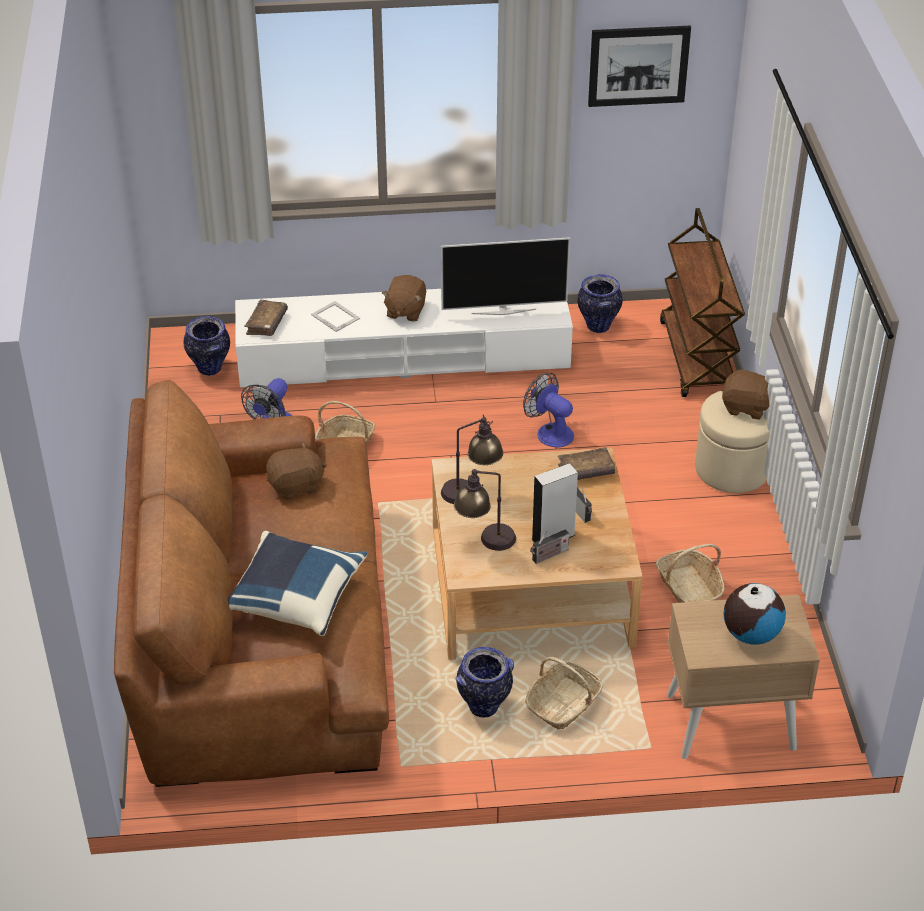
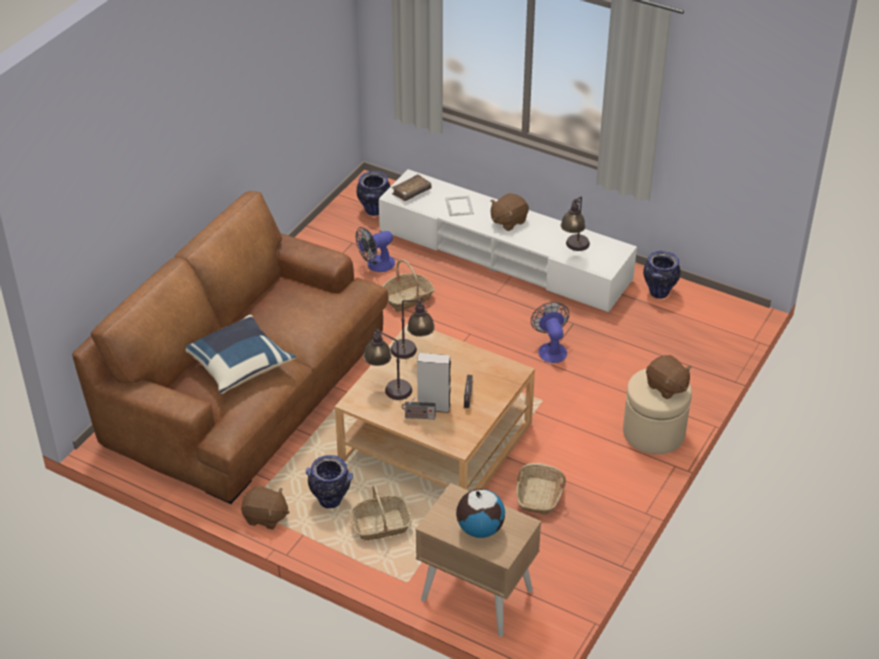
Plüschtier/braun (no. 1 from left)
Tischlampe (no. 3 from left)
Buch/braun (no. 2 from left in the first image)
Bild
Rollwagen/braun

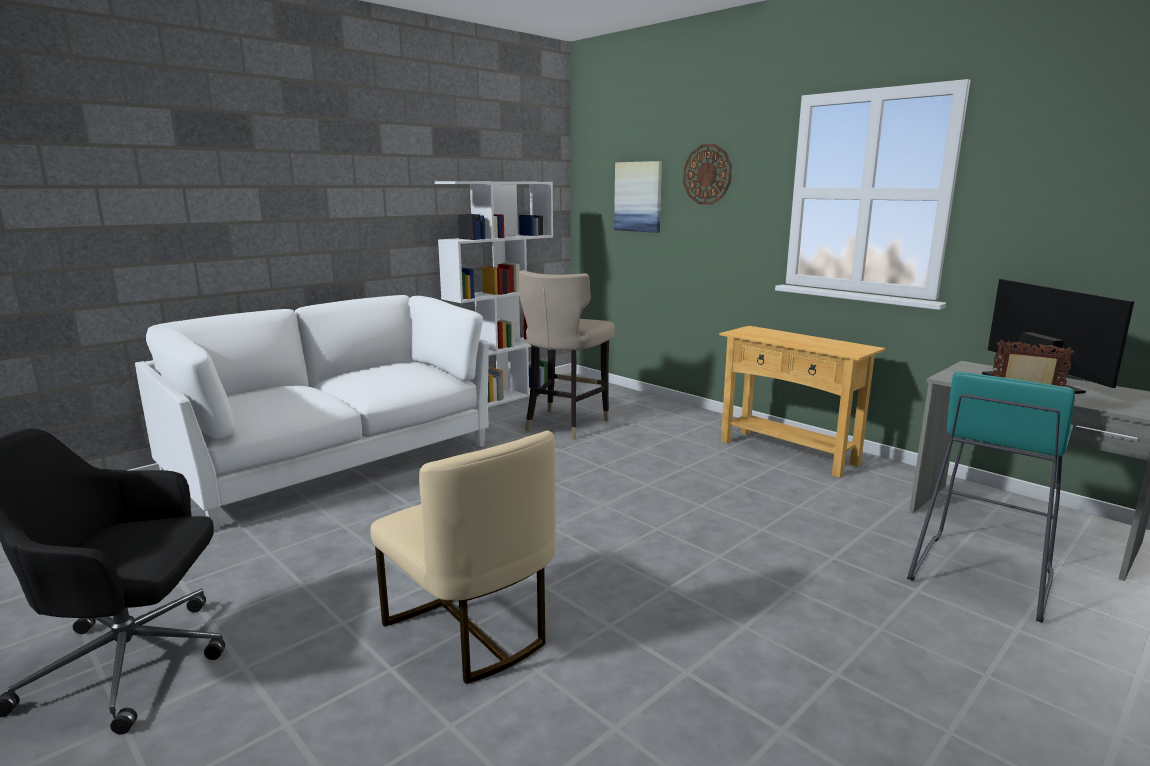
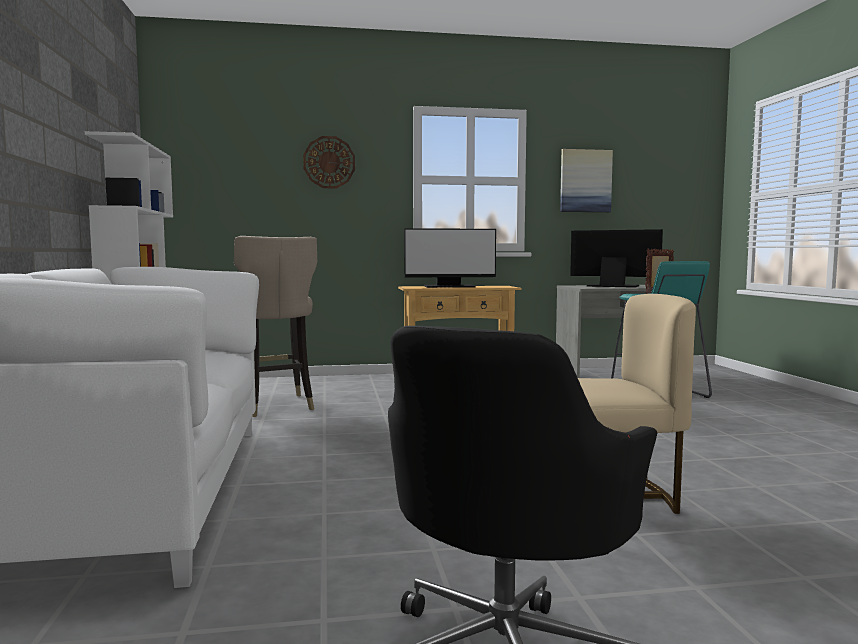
Monitor (no. 1 from left)
Bild

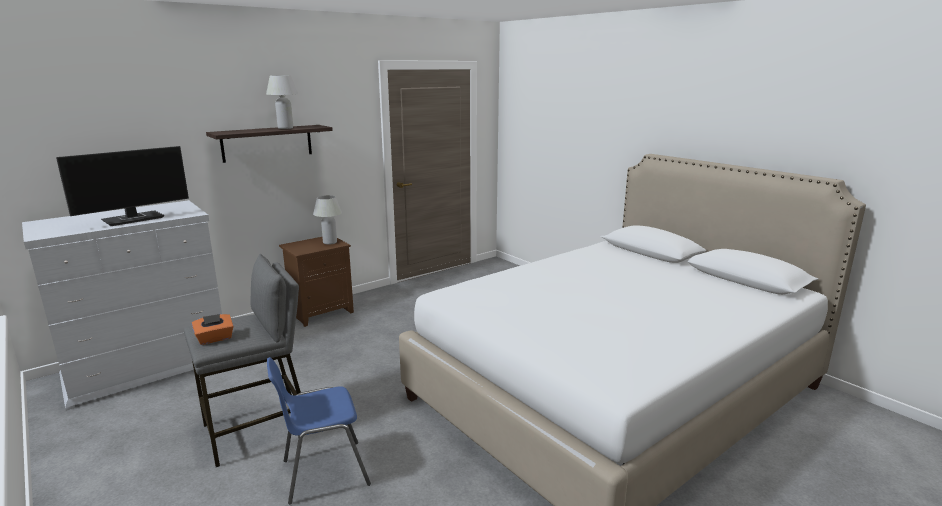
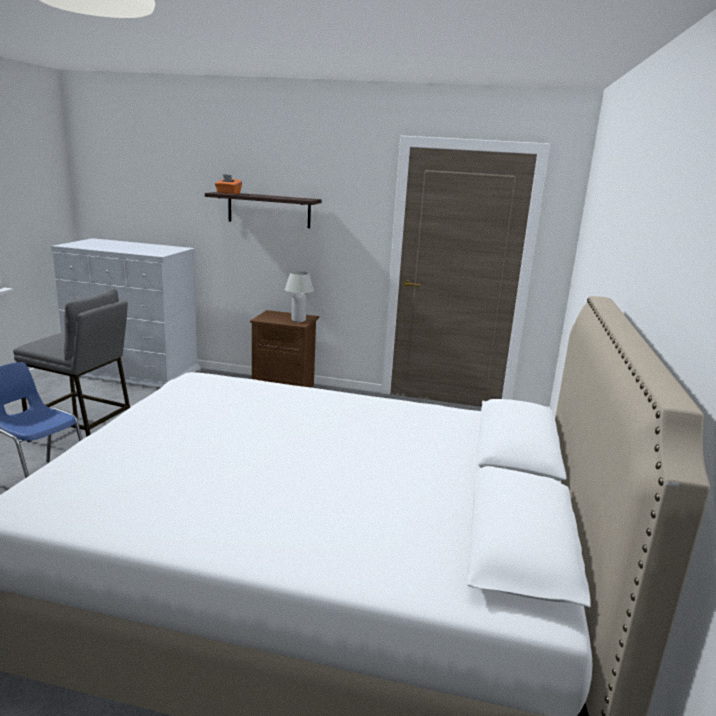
Taschentuchbox/orange
Monitor
Tischlampe/weiß (no. 1 from left in the first image)

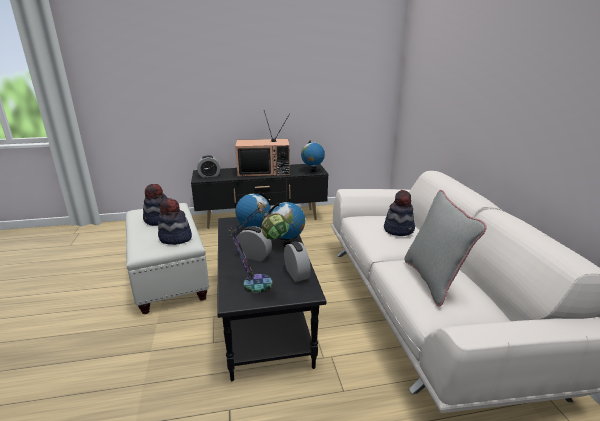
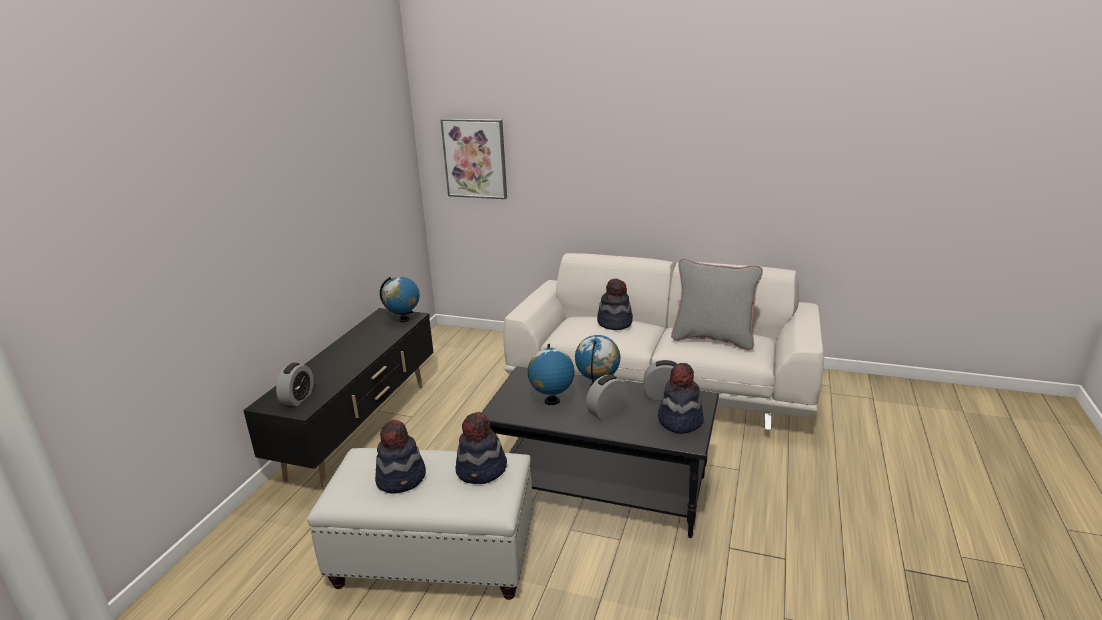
Bild
Hut (no. 4 from left)
Fernseher

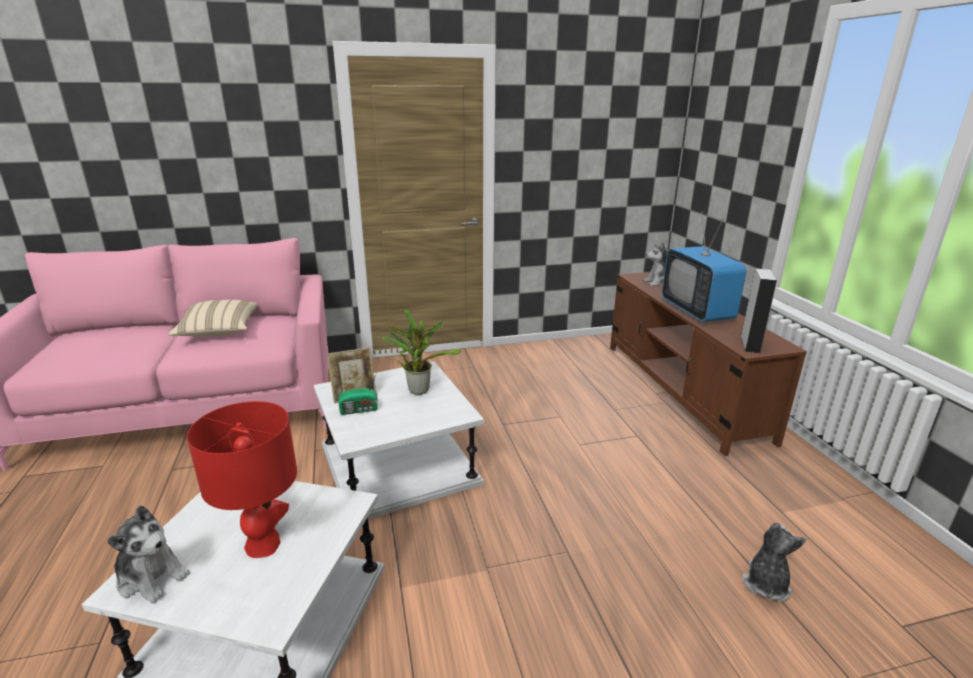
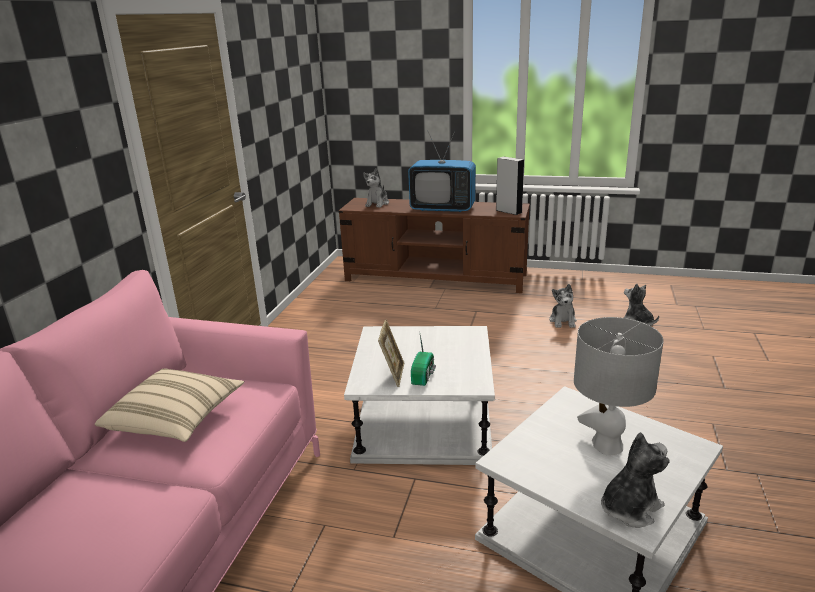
Plüschtier (no. 2 from left)
Tischlampe/grau
Topfpflanze

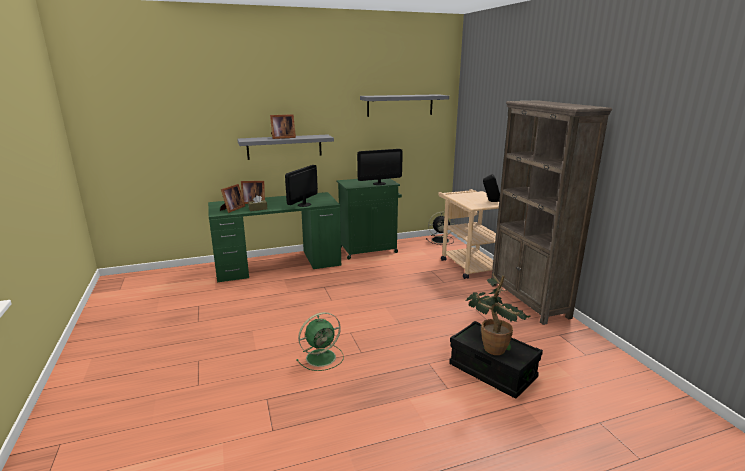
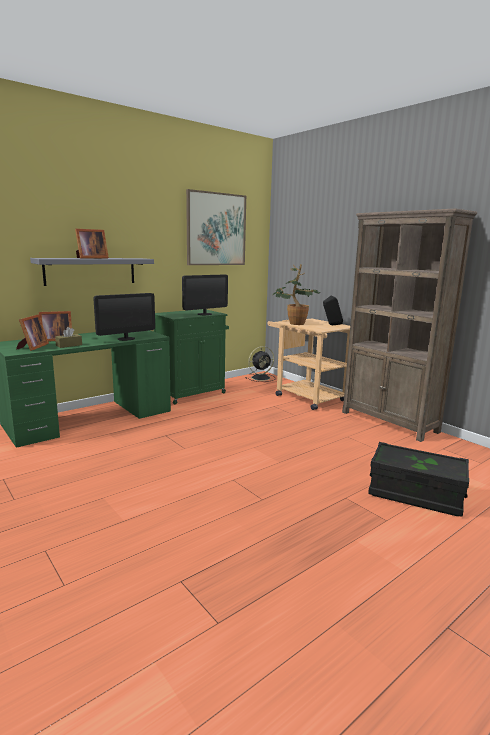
Monitor (no. 1 from left)
Bild
Topfpflanze
Ventilator/grün

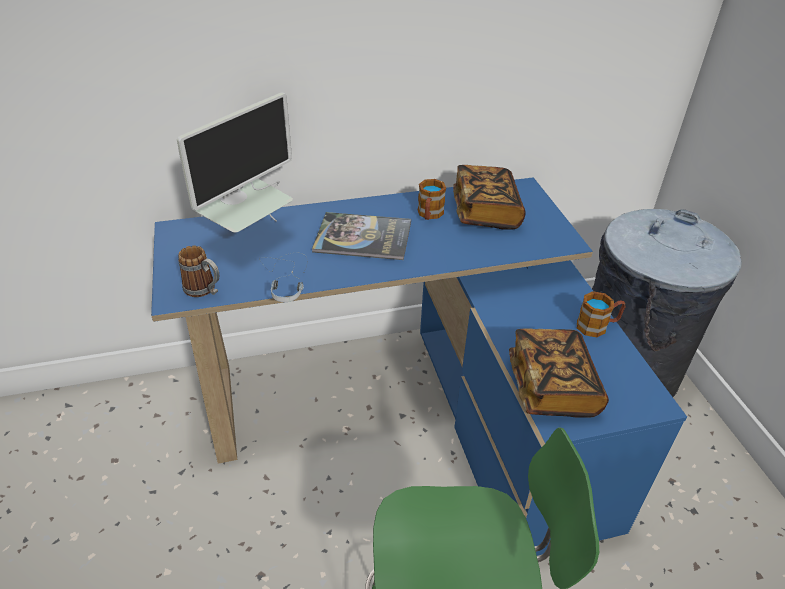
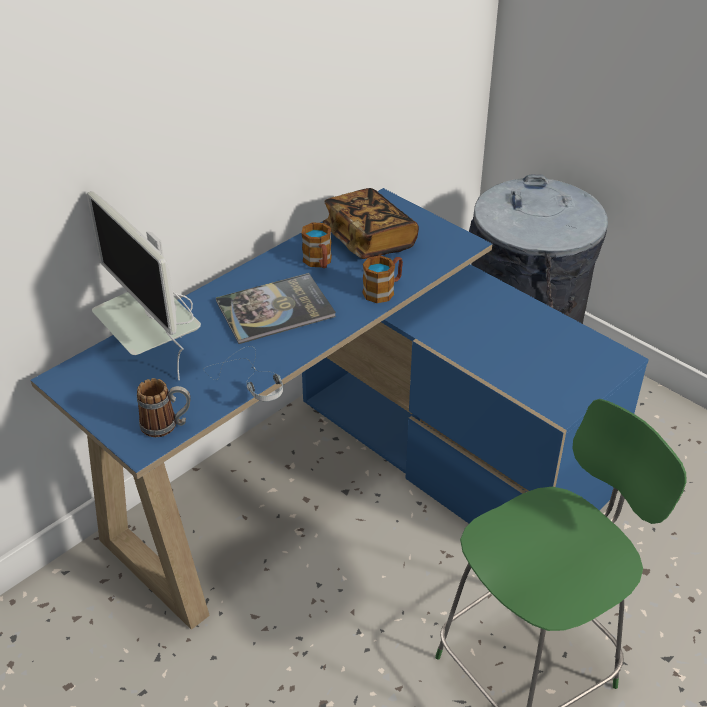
Monitor
Henkelbecher (no. 3 from left)
Buch (no. 3 from left in the first image)

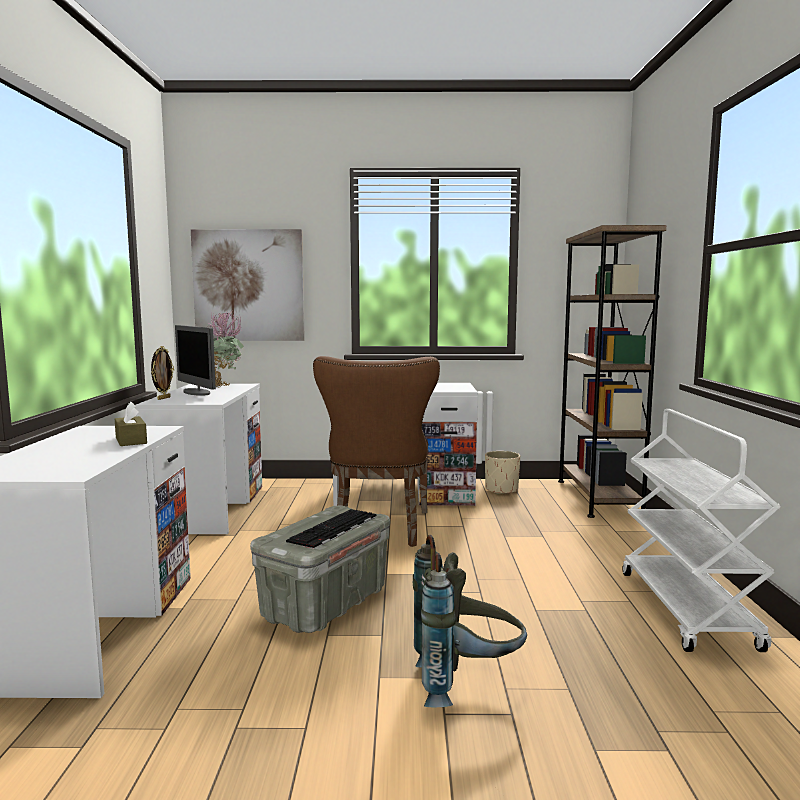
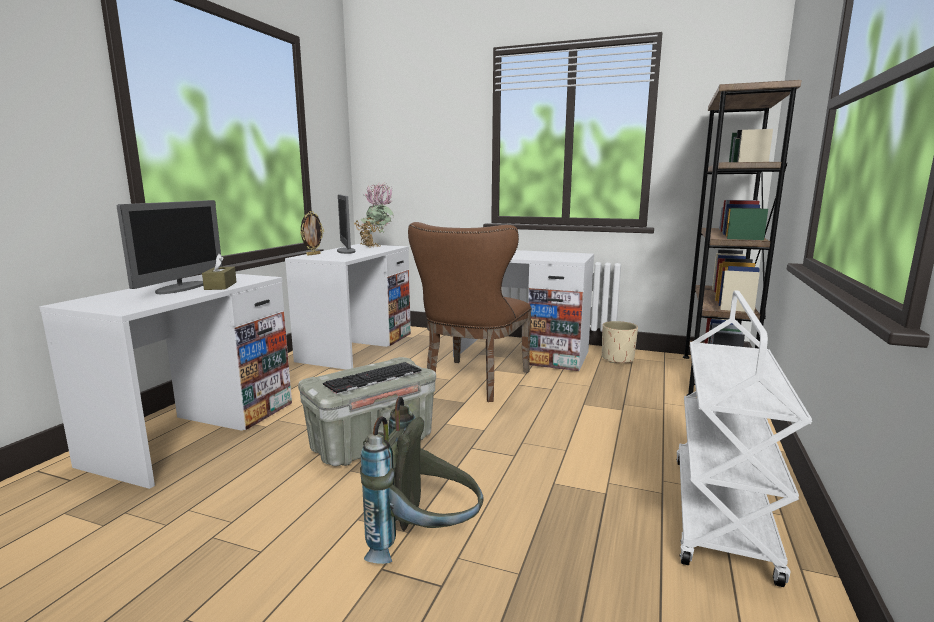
Monitor (no. 1 from left)
Bild

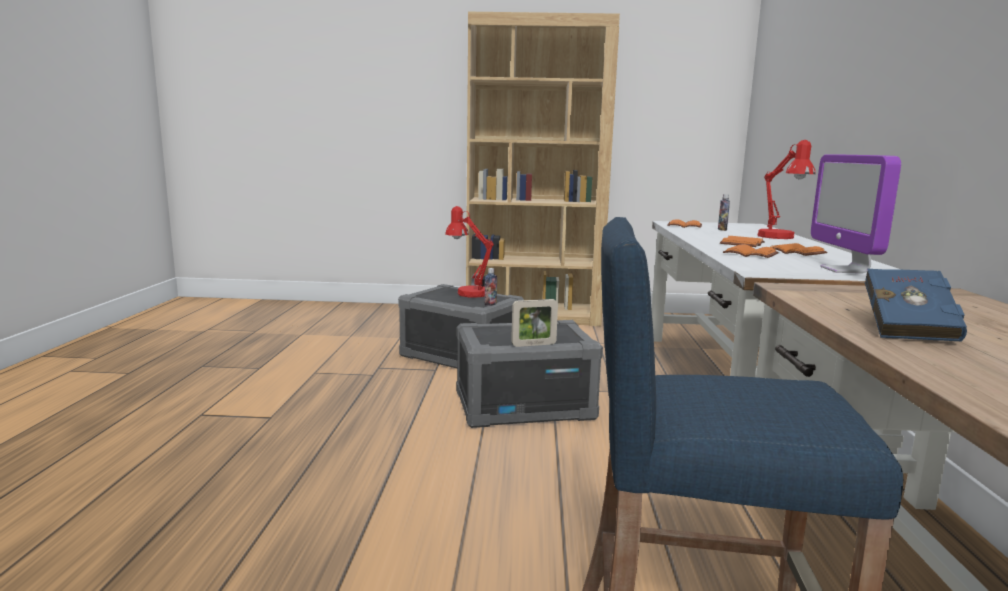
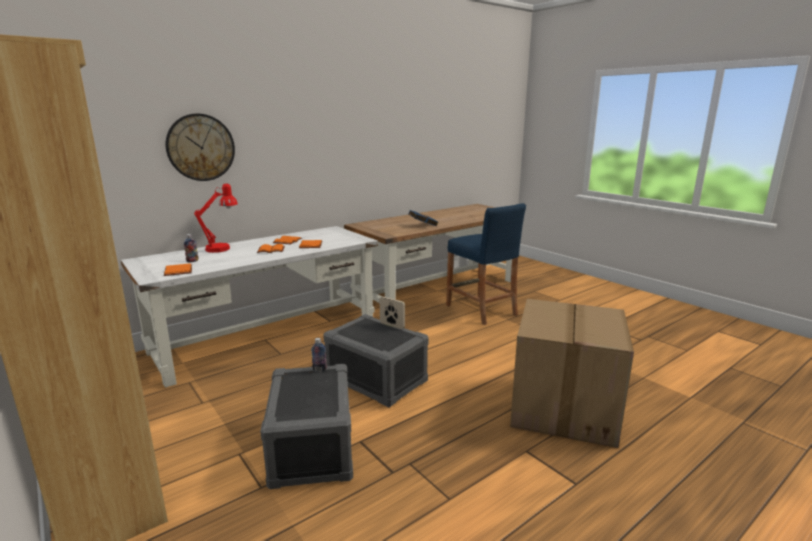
Wanduhr
Karton
Tischlampe/rot (no. 1 from left in the first image)
Monitor

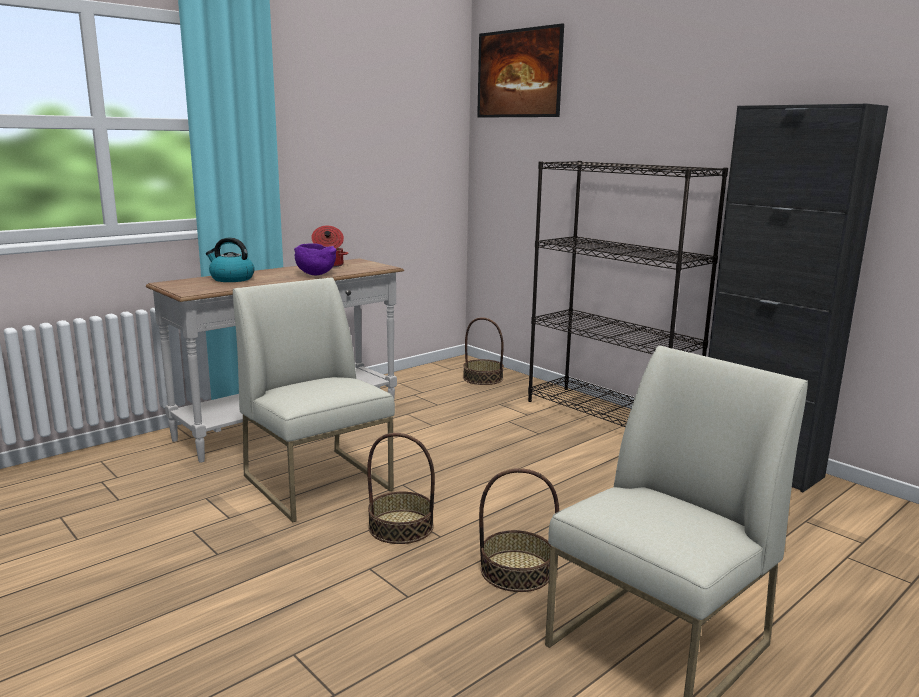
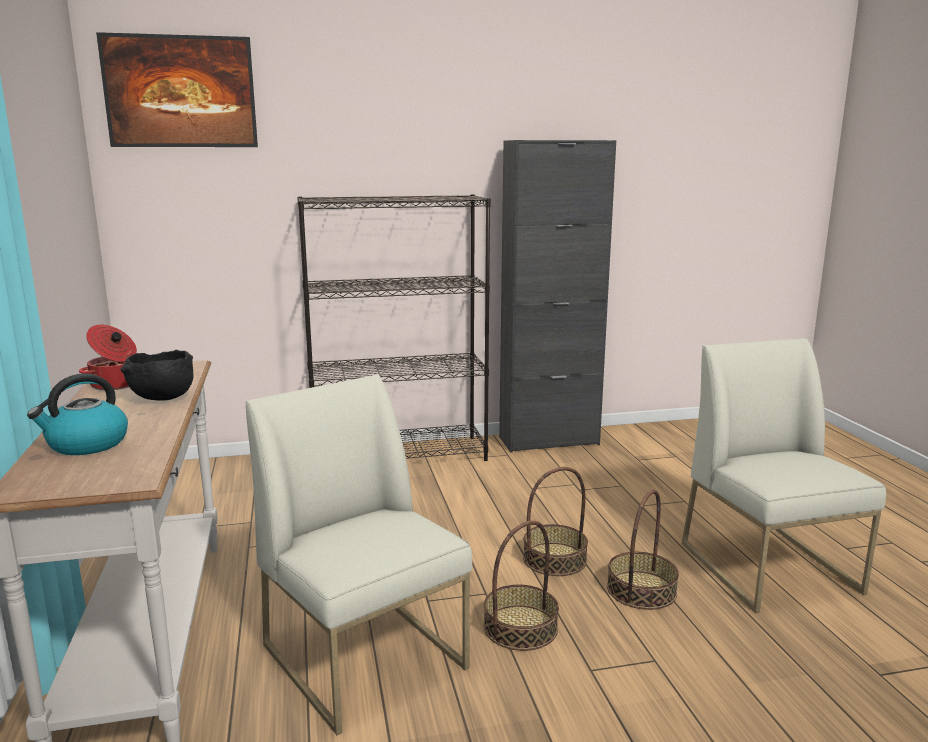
Schüssel/schwarz
Stuhl/weiß (no. 1 from left)
Korb (no. 2 from left)

